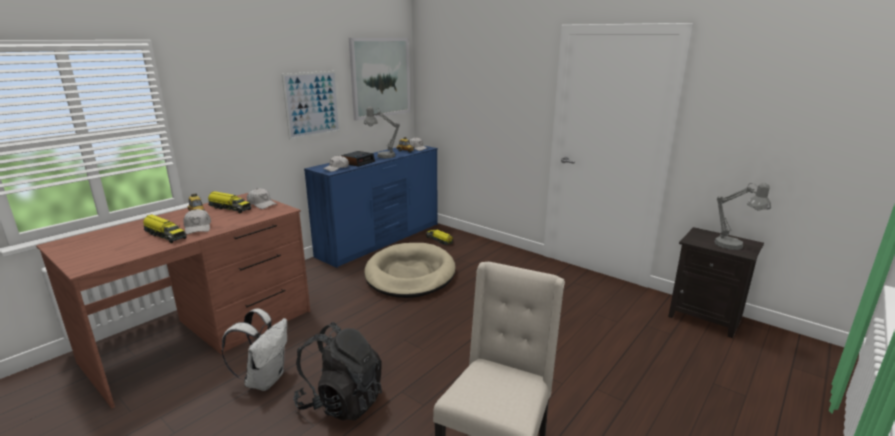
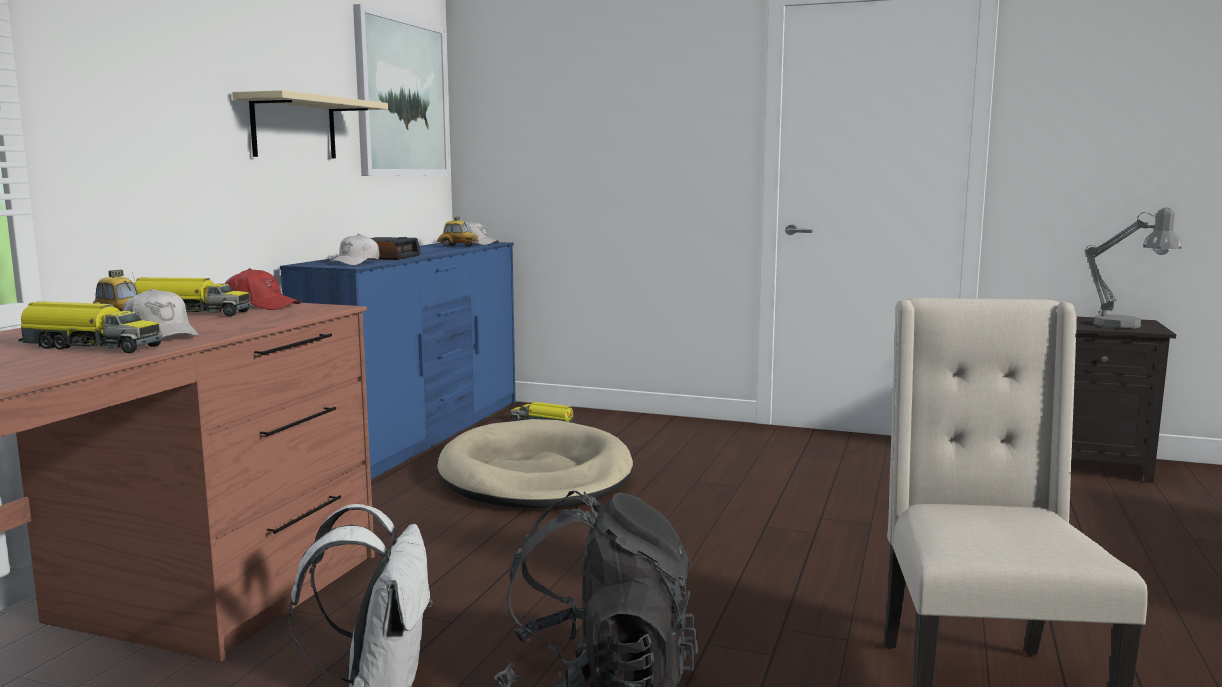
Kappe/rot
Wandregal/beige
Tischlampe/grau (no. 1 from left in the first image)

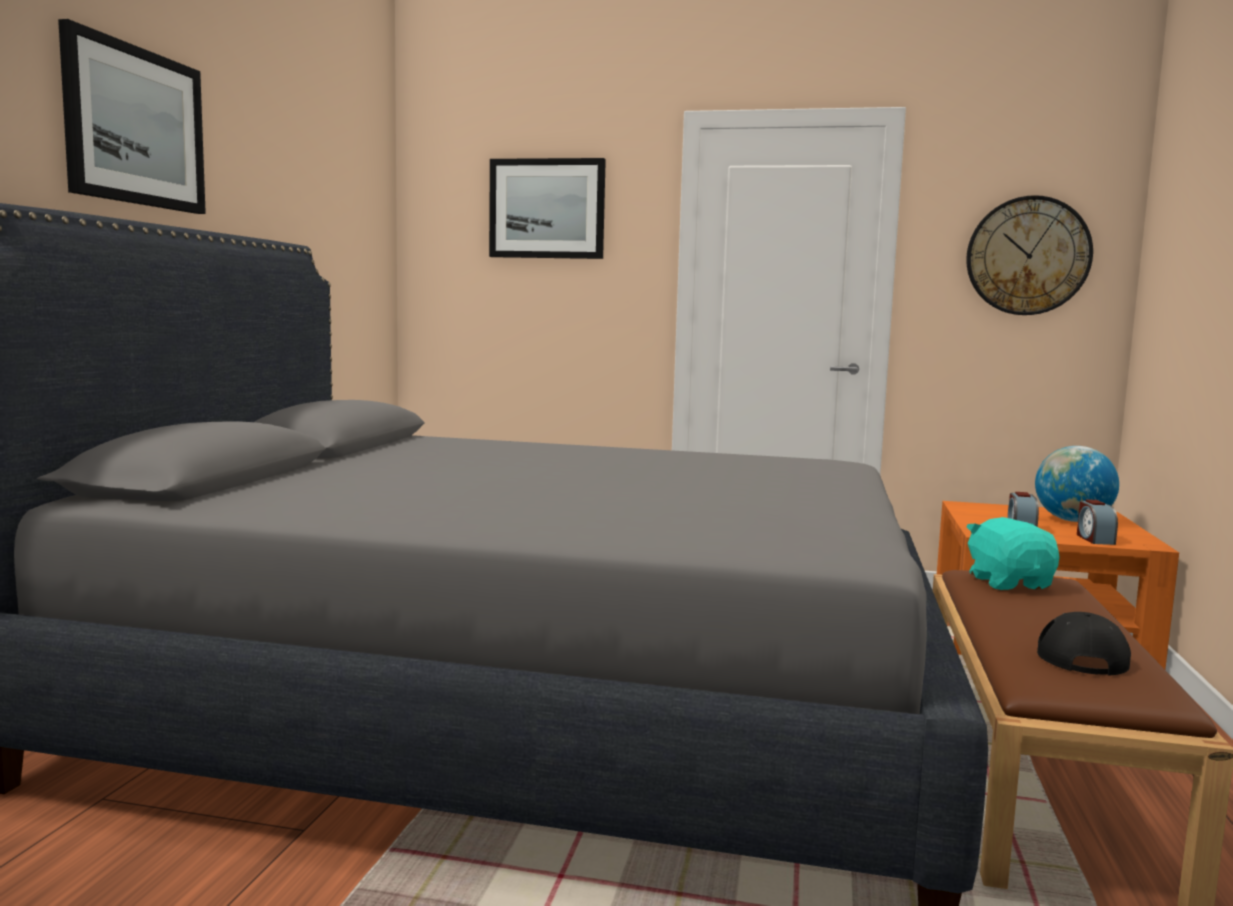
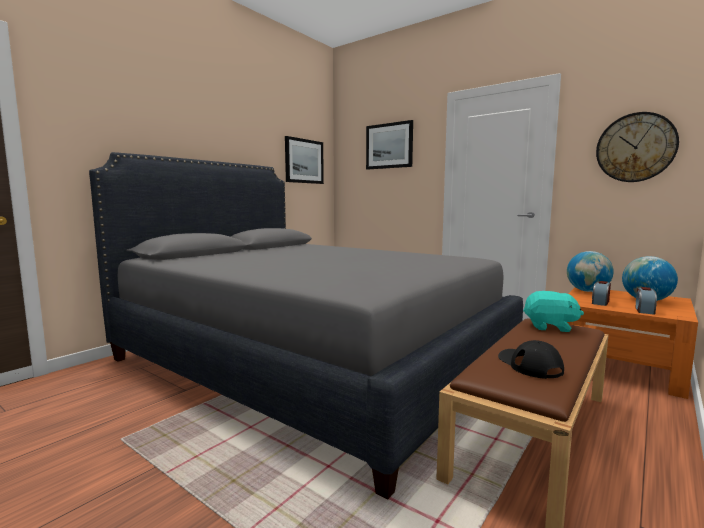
Bild (no. 1 from left)
Kappe/schwarz
Plüschtier/türkis
Globus (no. 1 from left)

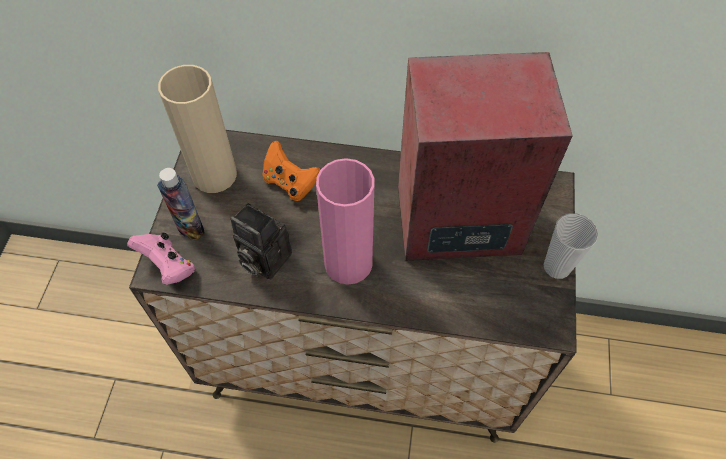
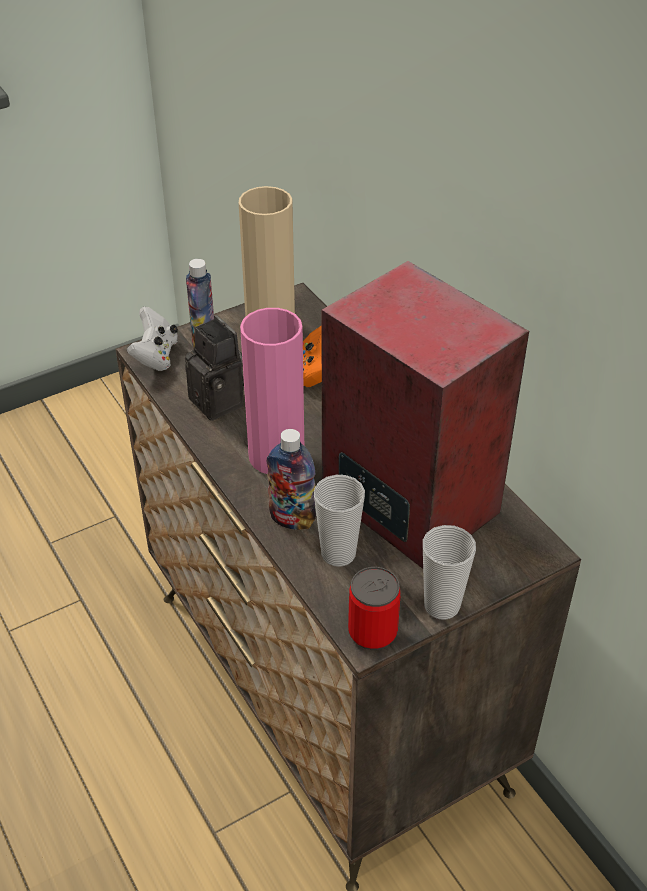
Gamepad/weiß
Kamera
Flasche (no. 2 from left)
Tasse (no. 1 from left)
Dose

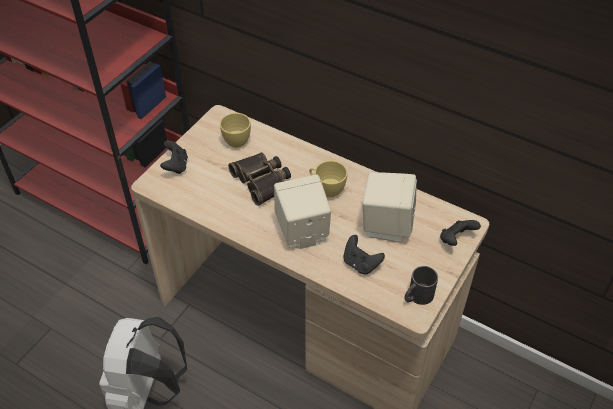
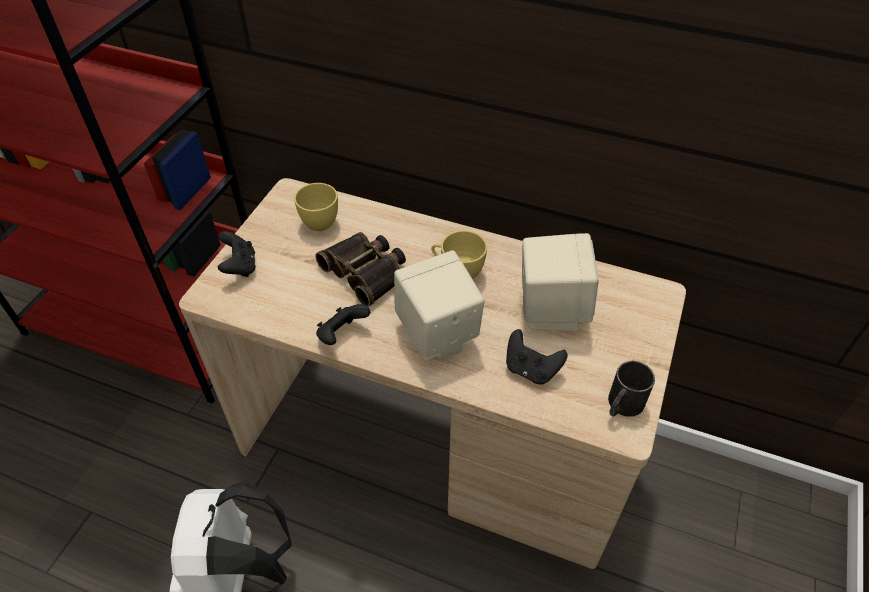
Gamepad/schwarz (no. 2 from left)

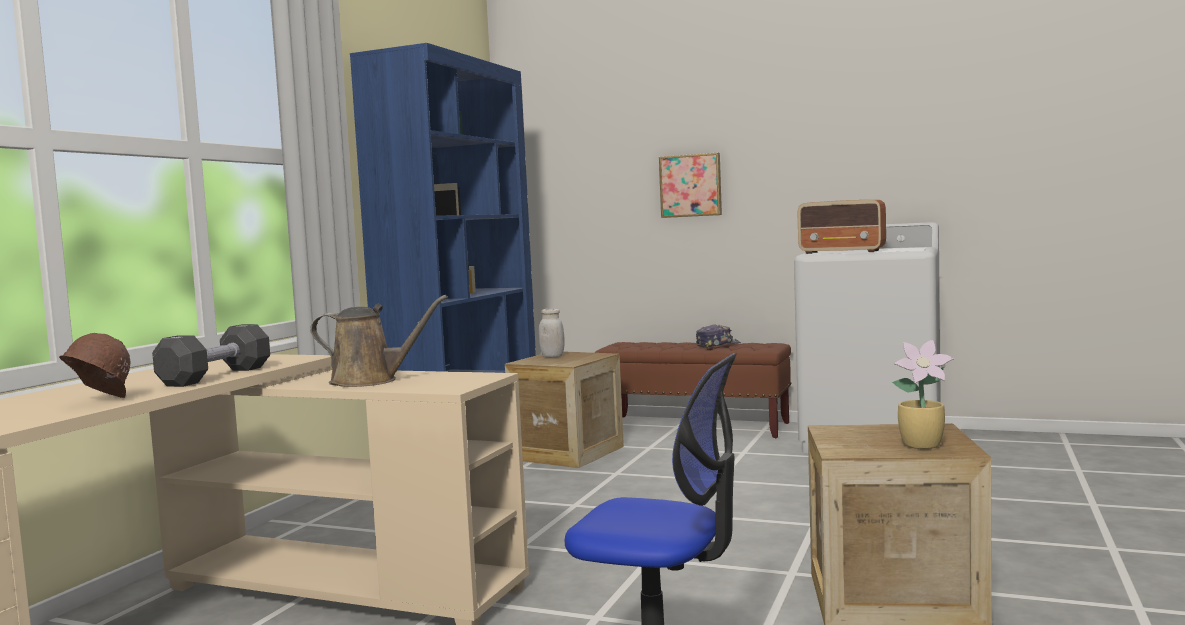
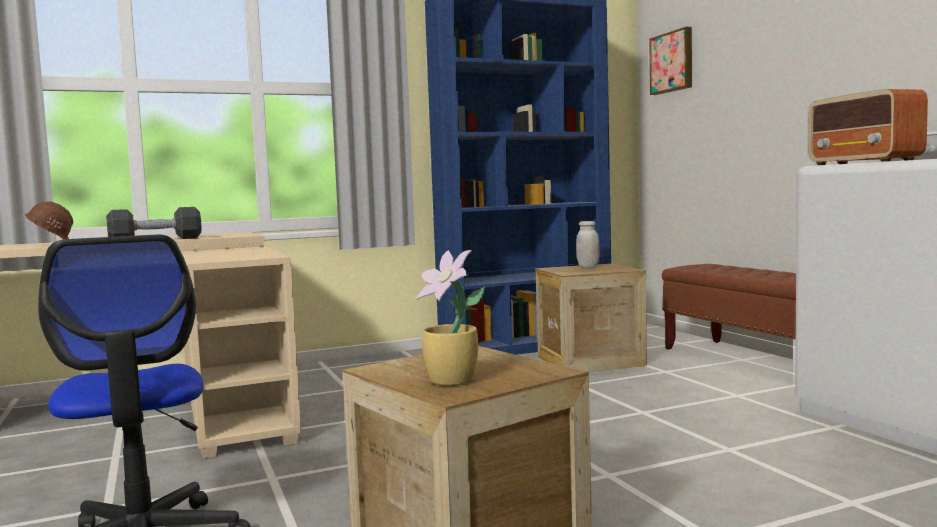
Bild
Gießkanne/braun
Kappe

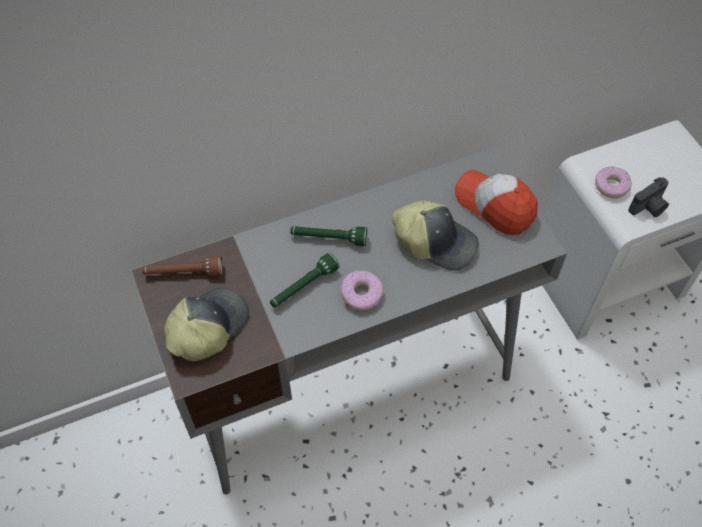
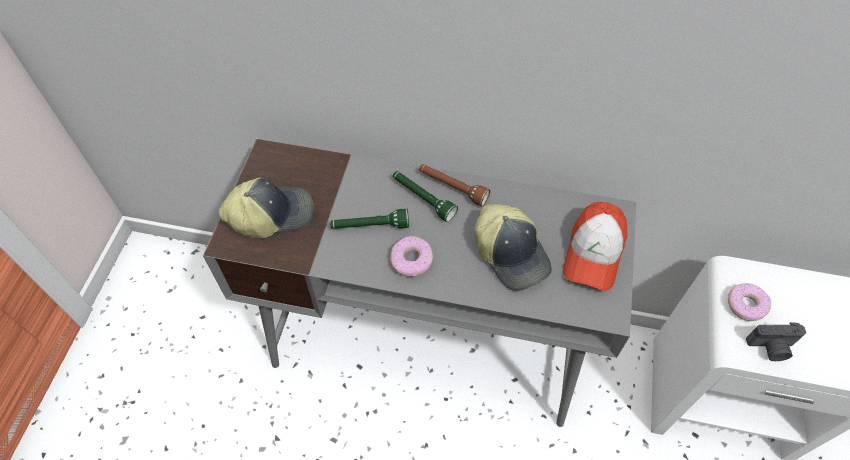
Taschenlampe/braun
Kappe (no. 3 from left)

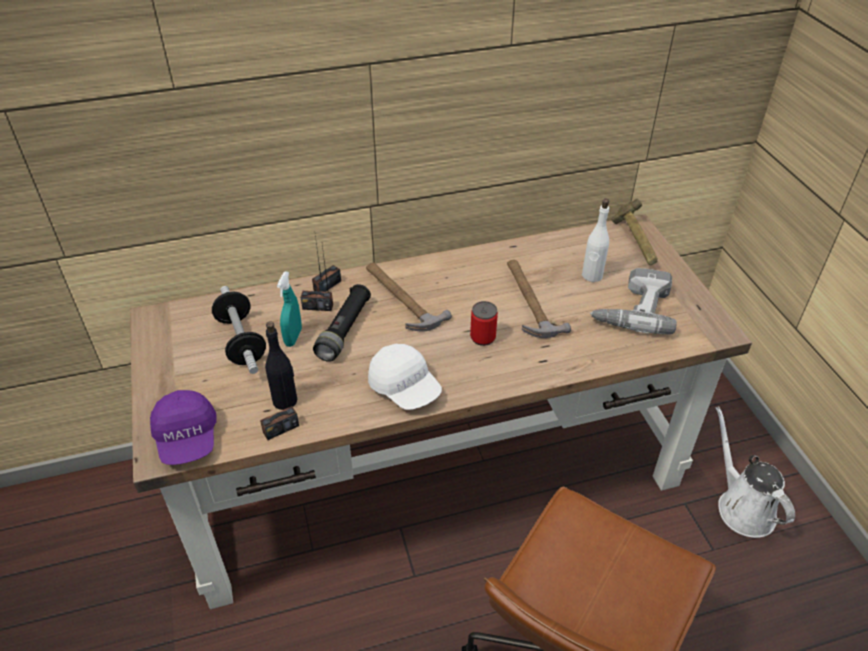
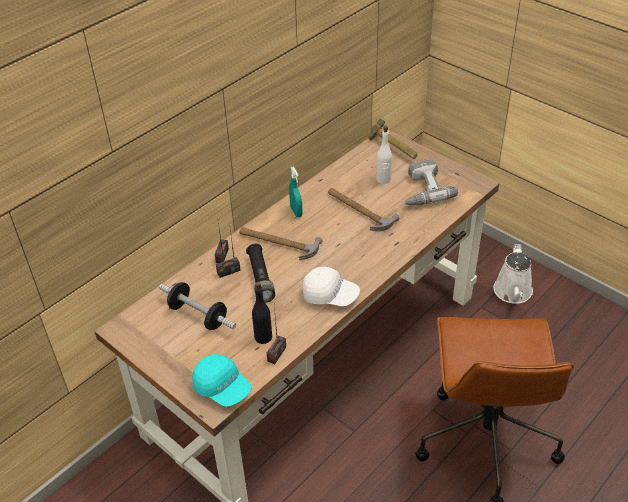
Kappe/türkis
Sprühflasche/türkis
Gießkanne/weiß
Dose

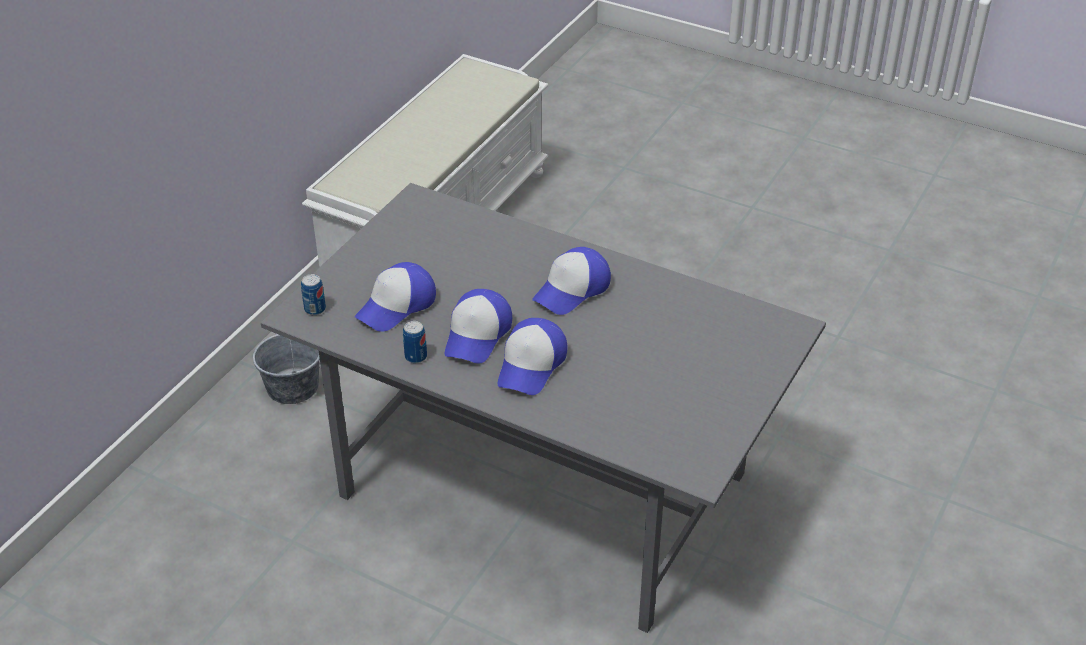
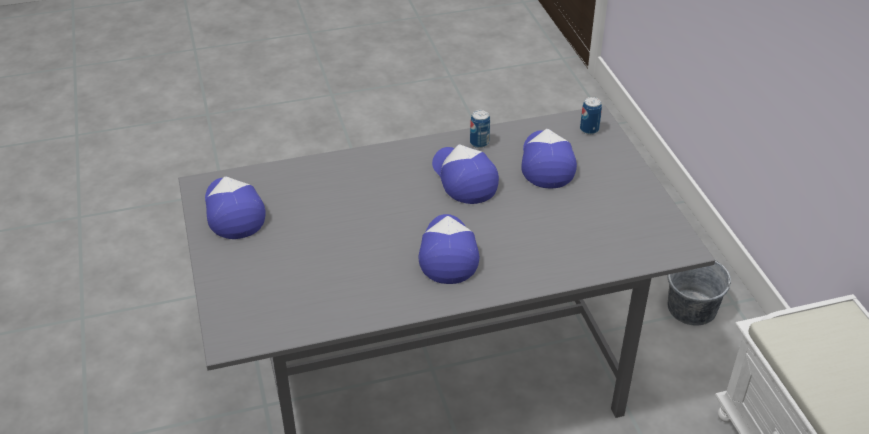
Kappe (no. 1 from left)

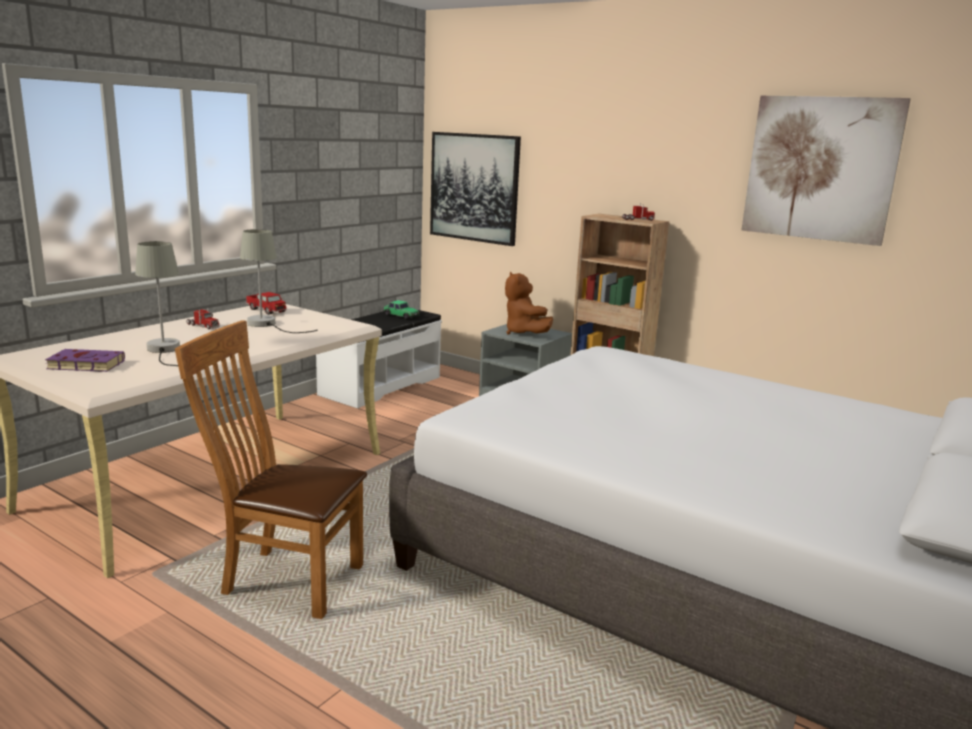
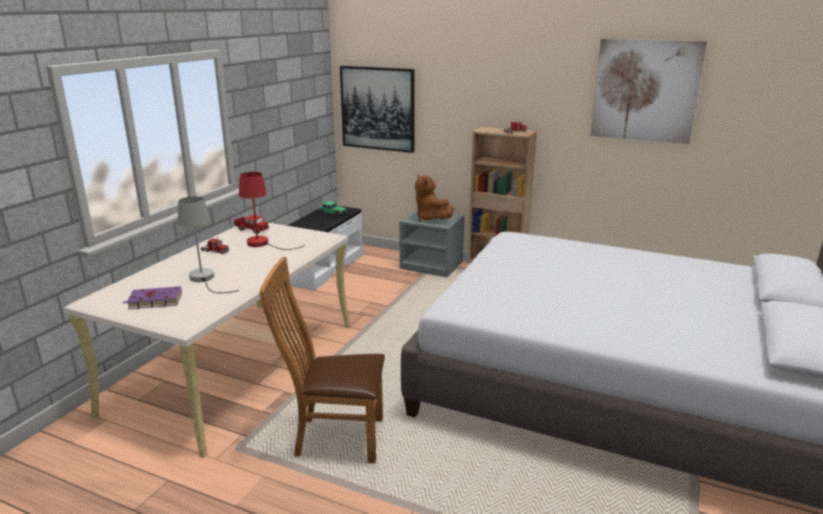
Tischlampe/rot

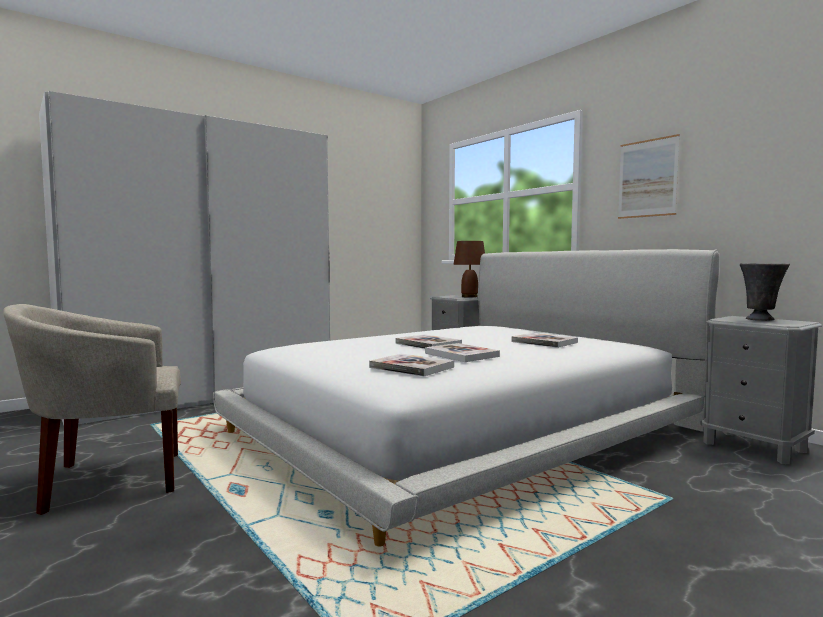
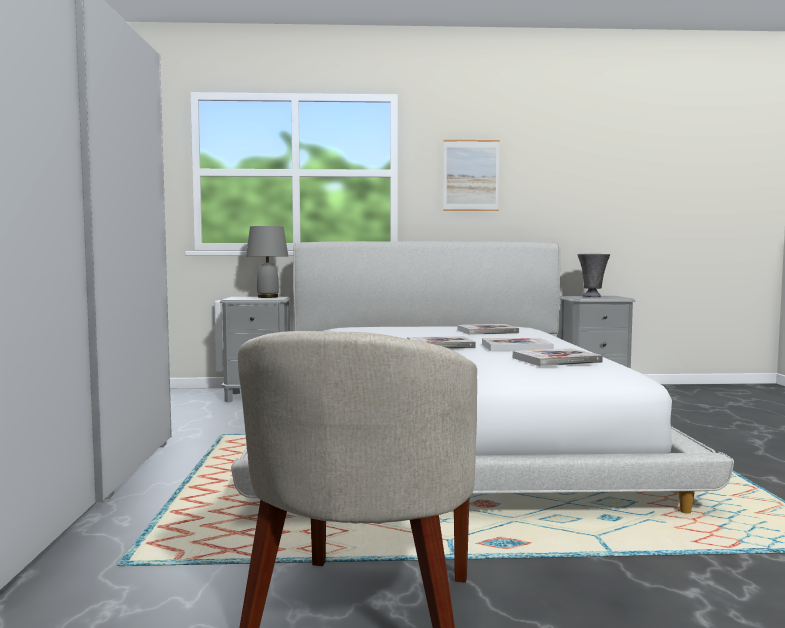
Tischlampe/grau

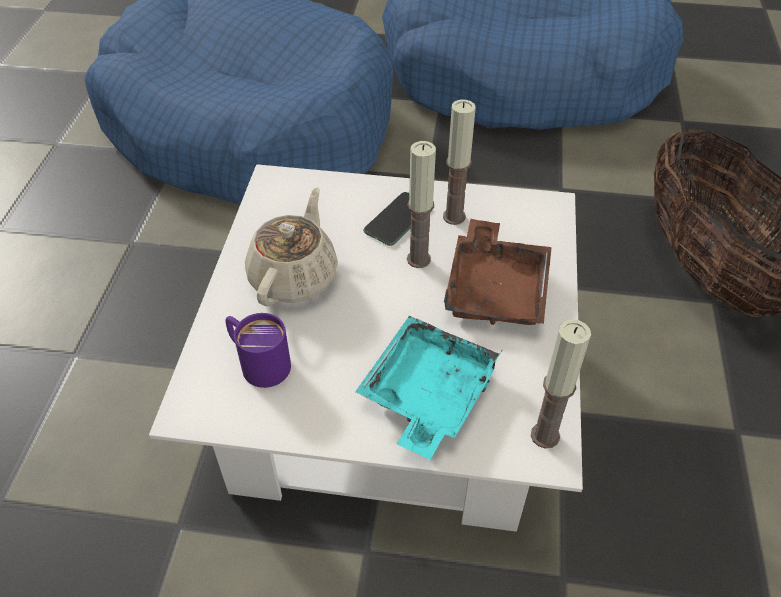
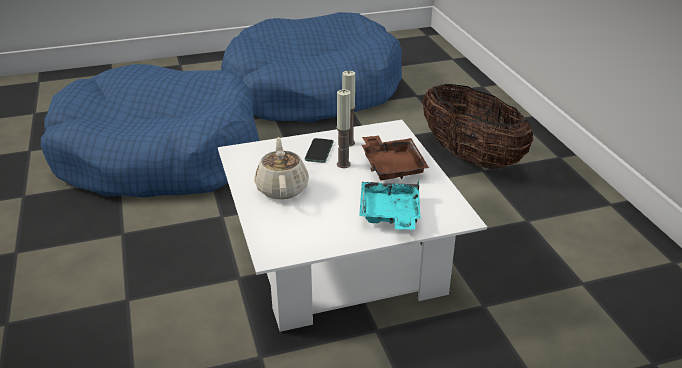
Henkelbecher/lila
Kerze (no. 3 from left in the first image)

